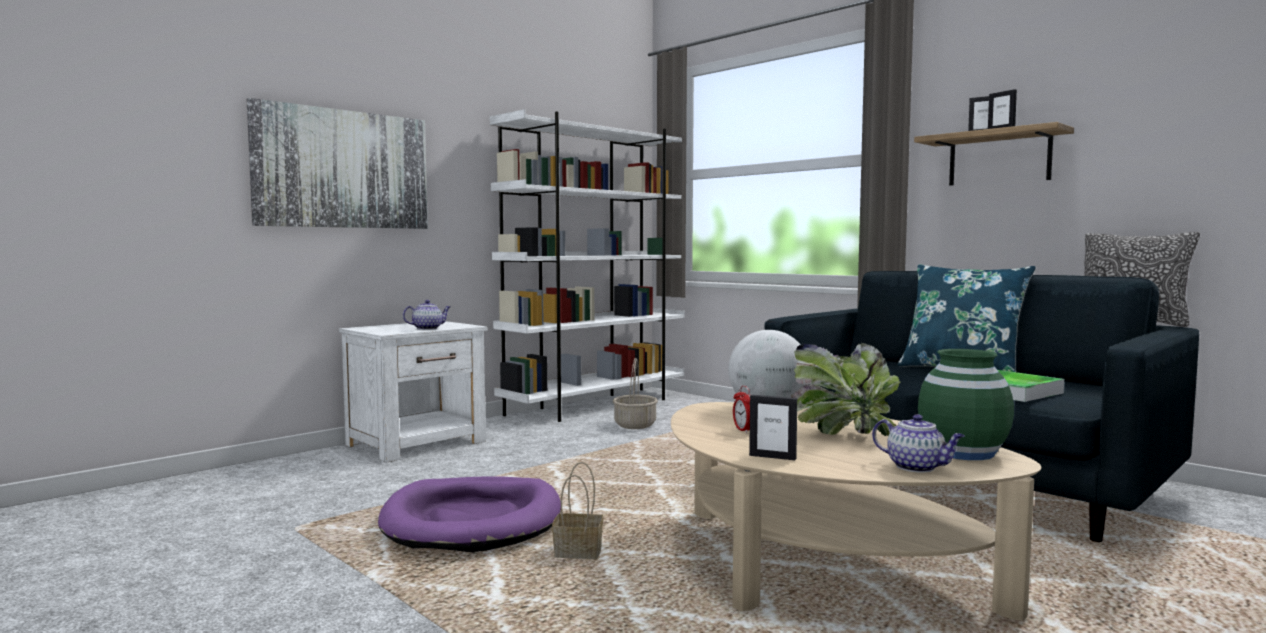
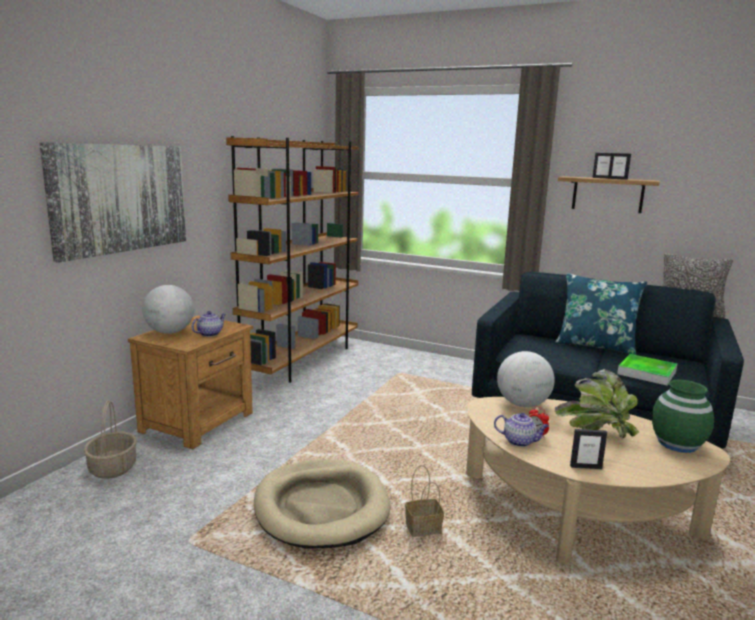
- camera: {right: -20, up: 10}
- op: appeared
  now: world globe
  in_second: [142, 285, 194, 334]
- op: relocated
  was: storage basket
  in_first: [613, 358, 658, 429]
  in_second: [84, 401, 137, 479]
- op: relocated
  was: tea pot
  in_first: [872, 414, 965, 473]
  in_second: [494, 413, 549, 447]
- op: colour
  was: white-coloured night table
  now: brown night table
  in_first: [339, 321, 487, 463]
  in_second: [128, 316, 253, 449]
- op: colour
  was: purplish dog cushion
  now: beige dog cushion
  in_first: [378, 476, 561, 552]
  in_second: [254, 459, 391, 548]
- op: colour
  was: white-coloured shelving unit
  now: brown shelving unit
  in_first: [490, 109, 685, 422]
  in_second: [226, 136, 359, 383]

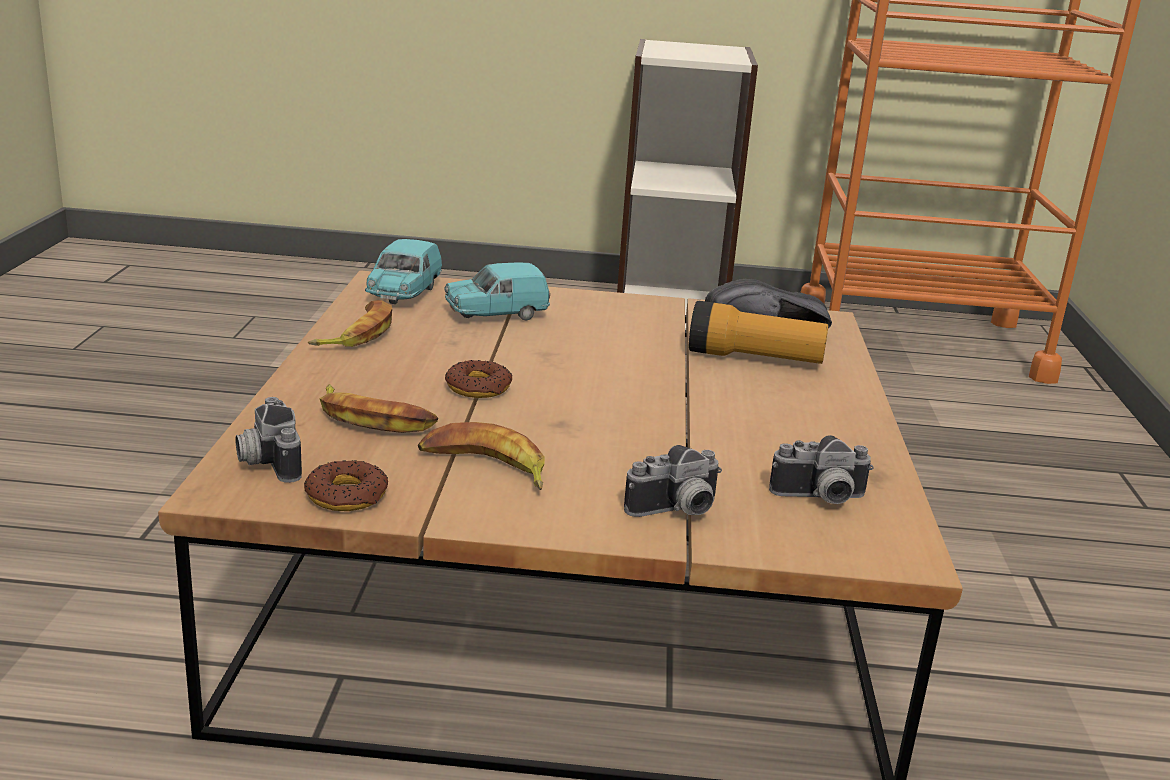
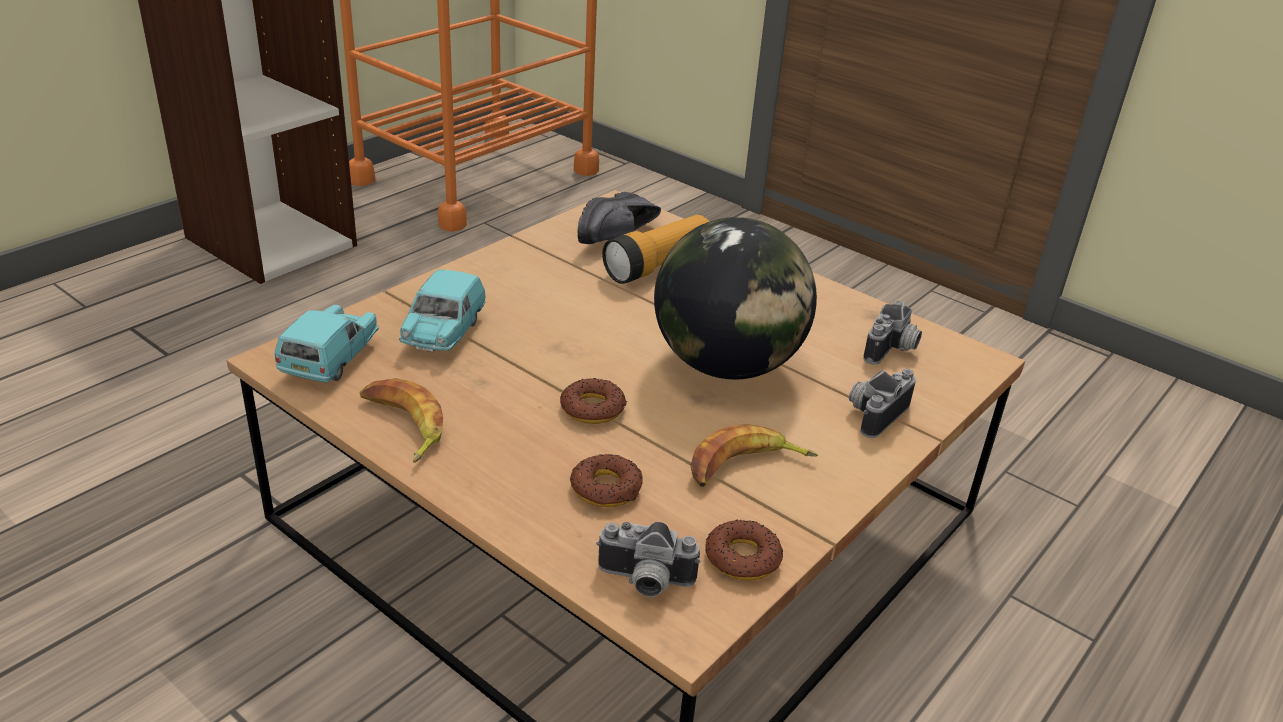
- camera: {right: -55, up: 10}
- op: appeared
  now: world globe
  in_second: [654, 217, 817, 379]
- op: exchanged
  was: banana
  now: ring doughnut
  in_first: [319, 384, 438, 433]
  in_second: [570, 454, 643, 507]
- op: spun
  was: turquoise-coloured miniature car
  in_first: [365, 239, 442, 304]
  in_second: [275, 305, 379, 383]
  clockwise: -120
- op: spun
  was: photo camera
  in_first: [624, 445, 722, 517]
  in_second: [849, 369, 916, 438]
  clockwise: -150

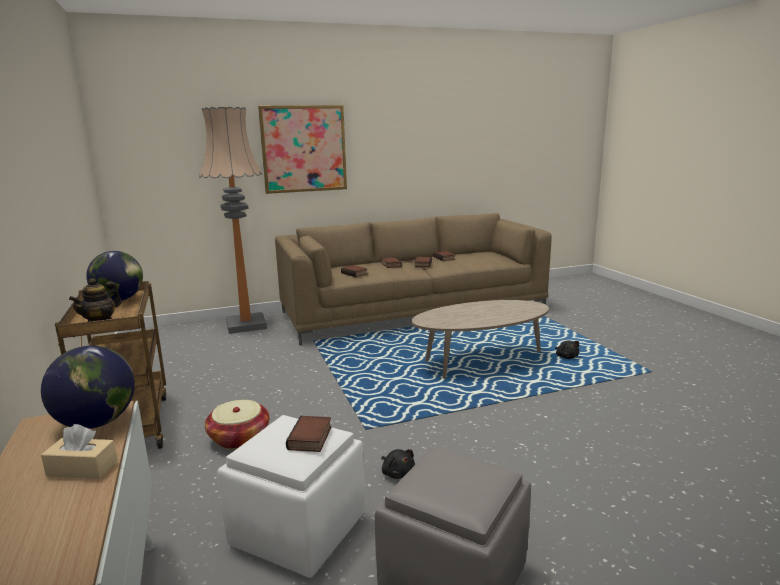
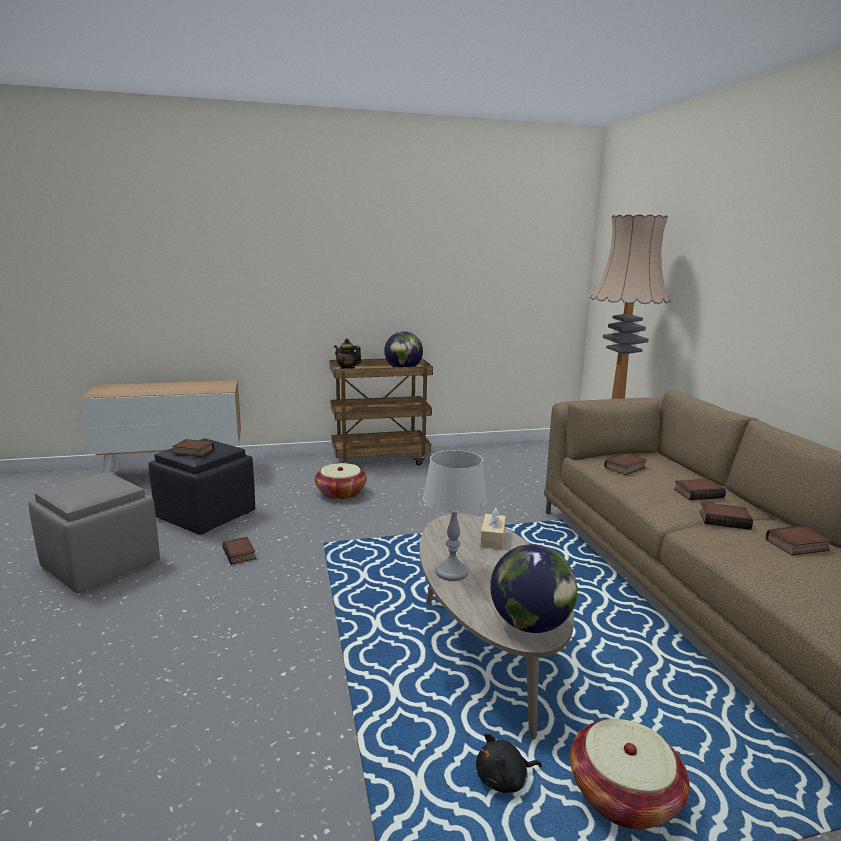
- camera: {right: 95, up: 0}
- op: missing
  was: wall art
  in_first: [258, 105, 347, 194]
- op: appeared
  now: gray tabletop lamp
  in_second: [423, 450, 487, 581]
- op: appeared
  now: storage basket
  in_second: [570, 719, 690, 830]
- op: relocated
  was: world globe
  in_first: [41, 346, 135, 429]
  in_second: [490, 544, 577, 633]
- op: relocated
  was: beige tissue holder
  in_first: [41, 424, 117, 479]
  in_second: [480, 508, 506, 549]
- op: exchanged
  was: black soft toy
  now: volume
  in_first: [381, 449, 415, 479]
  in_second: [222, 537, 256, 565]
- op: colour
  was: white-coloured footrest
  now: black footrest
  in_first: [217, 415, 365, 578]
  in_second: [148, 438, 255, 535]

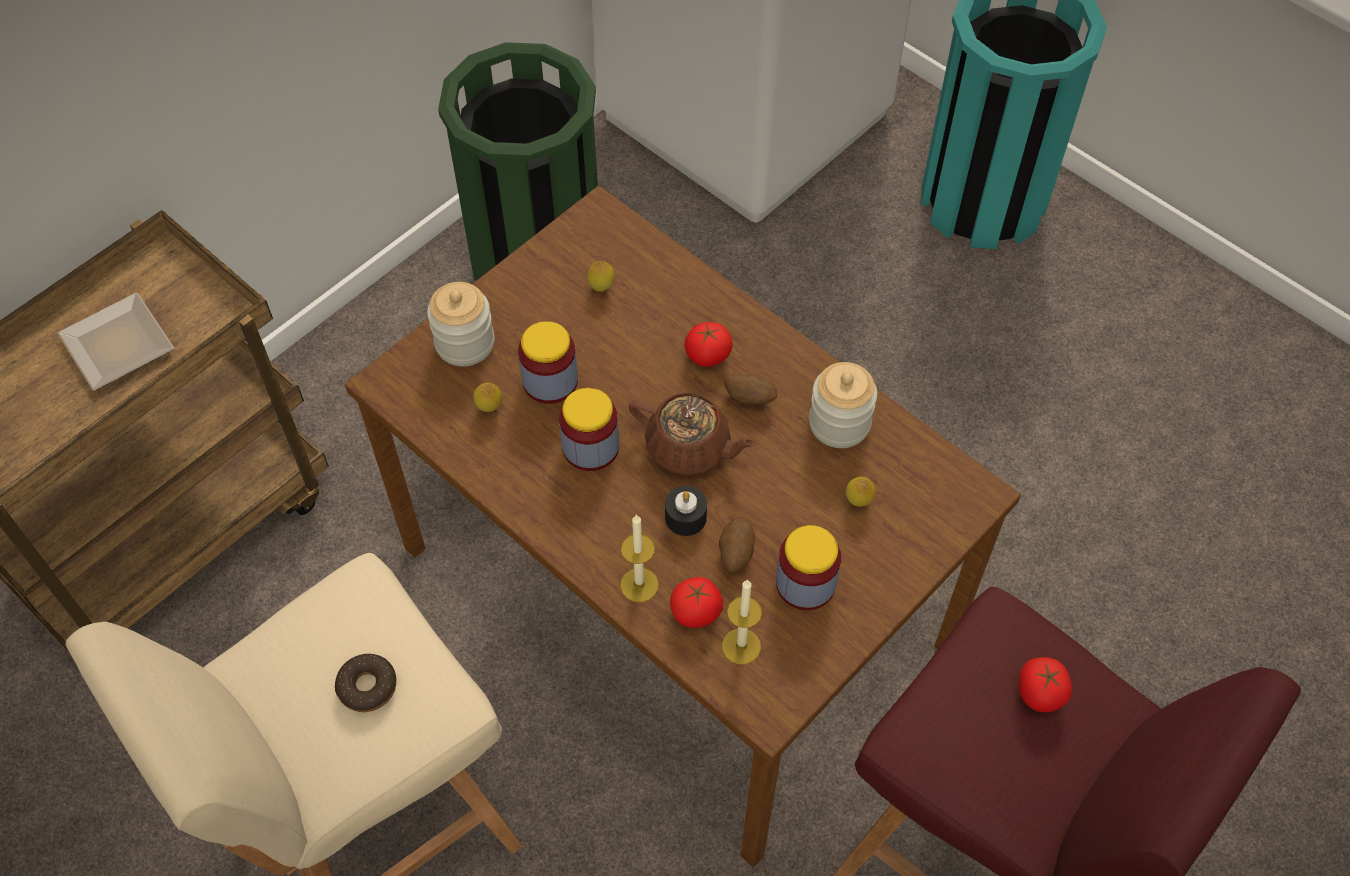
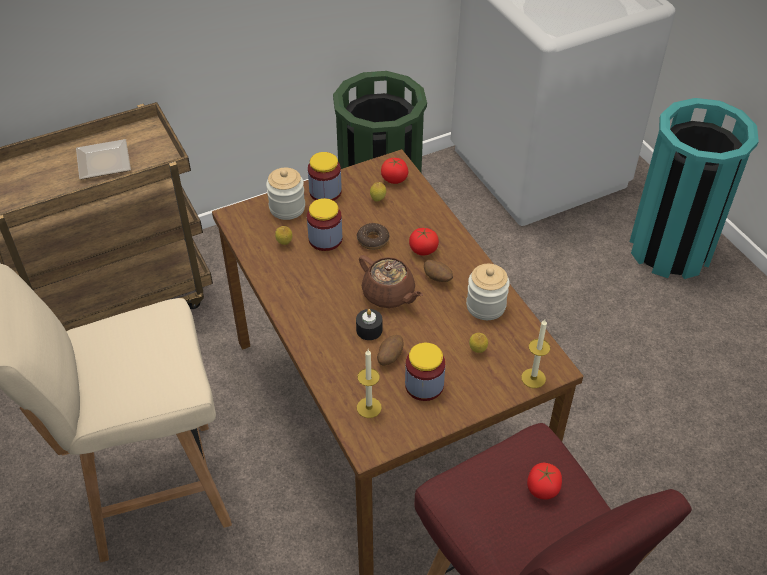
- camera: {right: 20, up: -10}
- op: relocated
  was: ring doughnut
  in_first: [335, 654, 397, 712]
  in_second: [357, 223, 389, 250]
- op: relocated
  was: jar
  in_first: [559, 388, 619, 471]
  in_second: [308, 152, 342, 201]
- op: relocated
  was: candle
  in_first: [620, 515, 659, 602]
  in_second: [521, 319, 550, 388]
- op: relocated
  was: whole tomato
  in_first: [670, 577, 723, 628]
  in_second: [381, 158, 408, 184]

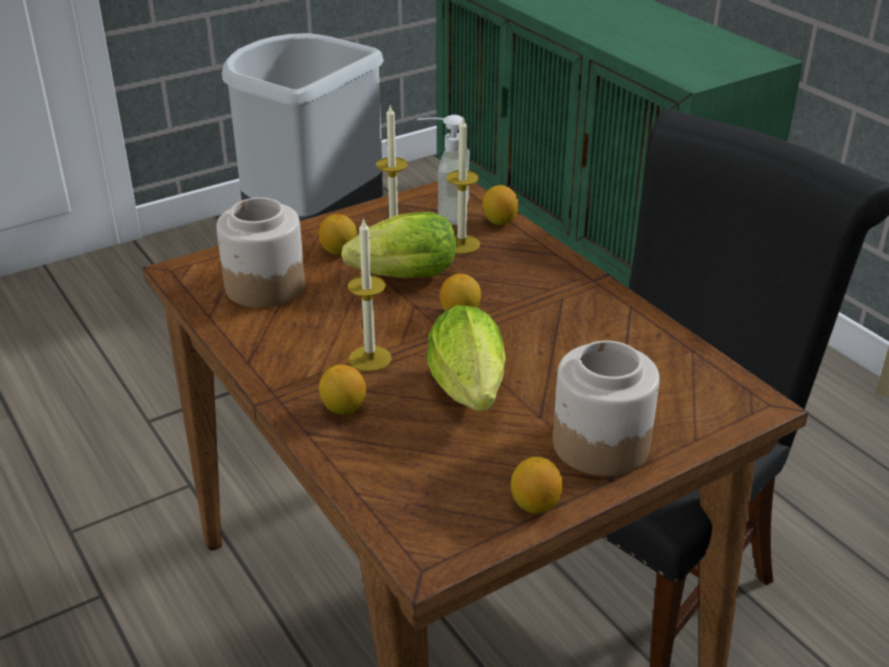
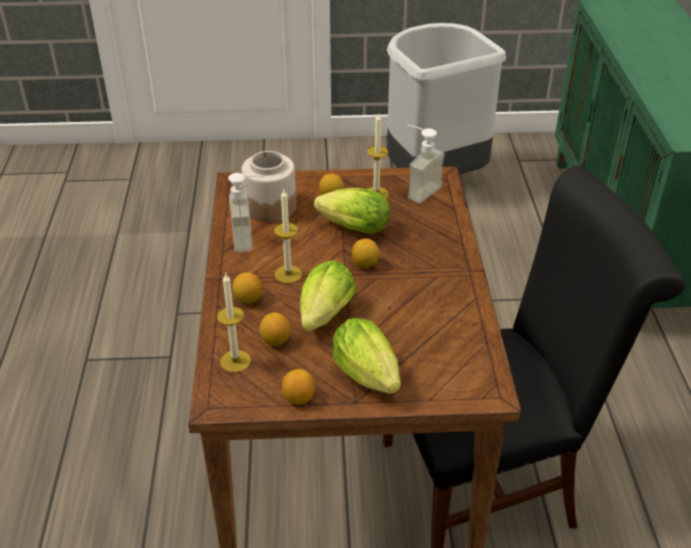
- camera: {right: 30, up: 5}
- op: appeared
  now: soap bottle
  in_second: [228, 173, 265, 252]
- op: relocated
  was: candle
  in_first: [447, 118, 480, 254]
  in_second: [217, 272, 251, 373]
- op: relocated
  was: citrus fruit
  in_first: [482, 185, 518, 225]
  in_second: [260, 313, 290, 346]
- op: exchanged
  was: jar
  now: lettuce
  in_first: [553, 341, 660, 476]
  in_second: [332, 318, 401, 394]

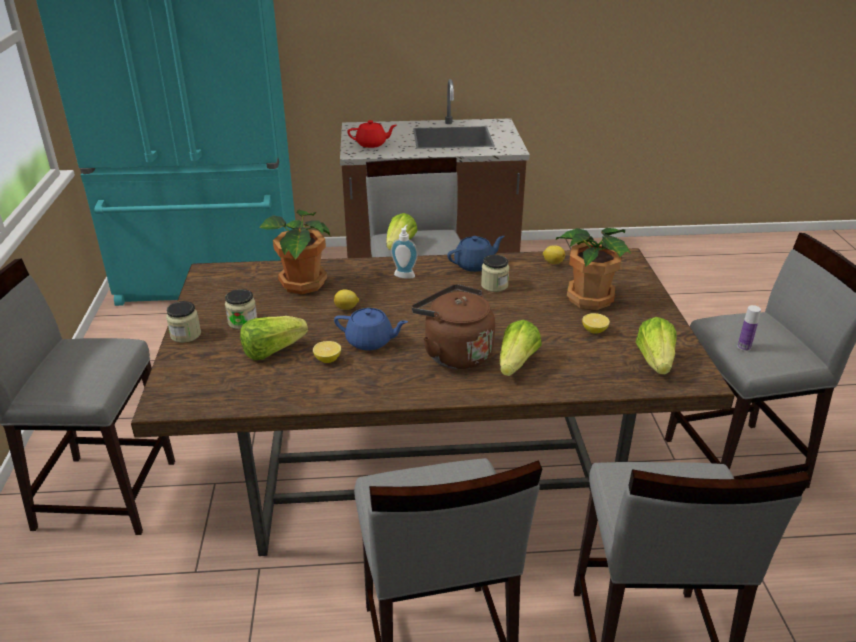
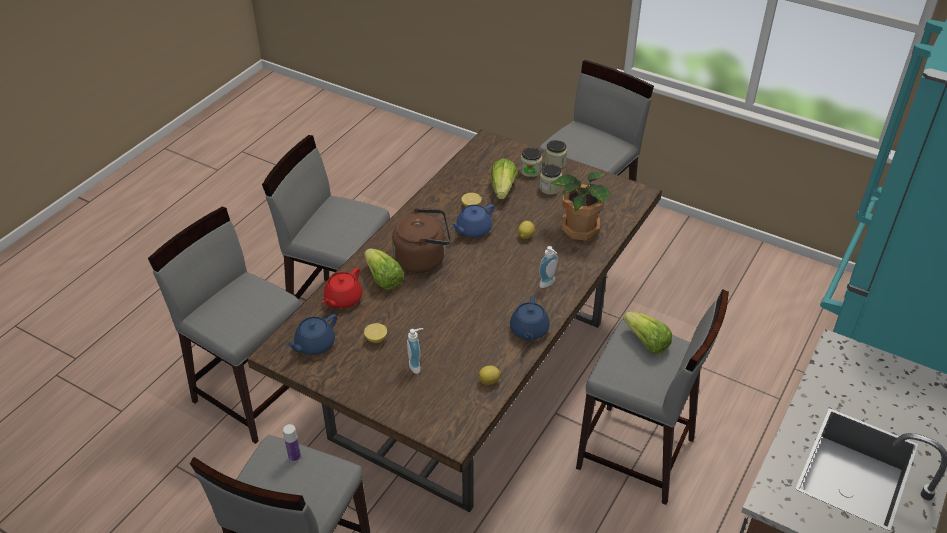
- camera: {right: 125, up: 10}
- op: relocated
  was: red-coloured tea pot
  in_first: [347, 120, 397, 148]
  in_second: [322, 268, 363, 308]
- op: relocated
  was: jar
  in_first: [481, 255, 509, 292]
  in_second: [520, 147, 542, 177]
- op: exchanged
  was: potted plant
  now: soap bottle
  in_first: [556, 228, 632, 310]
  in_second: [407, 328, 423, 374]
- op: exchanged
  was: lettuce
  now: blue-coloured tea pot
  in_first: [635, 317, 677, 374]
  in_second: [286, 314, 337, 355]

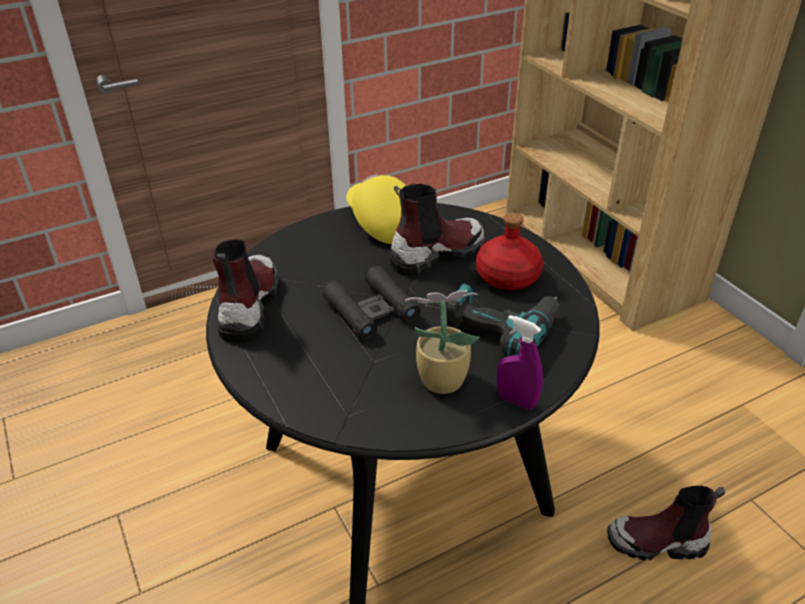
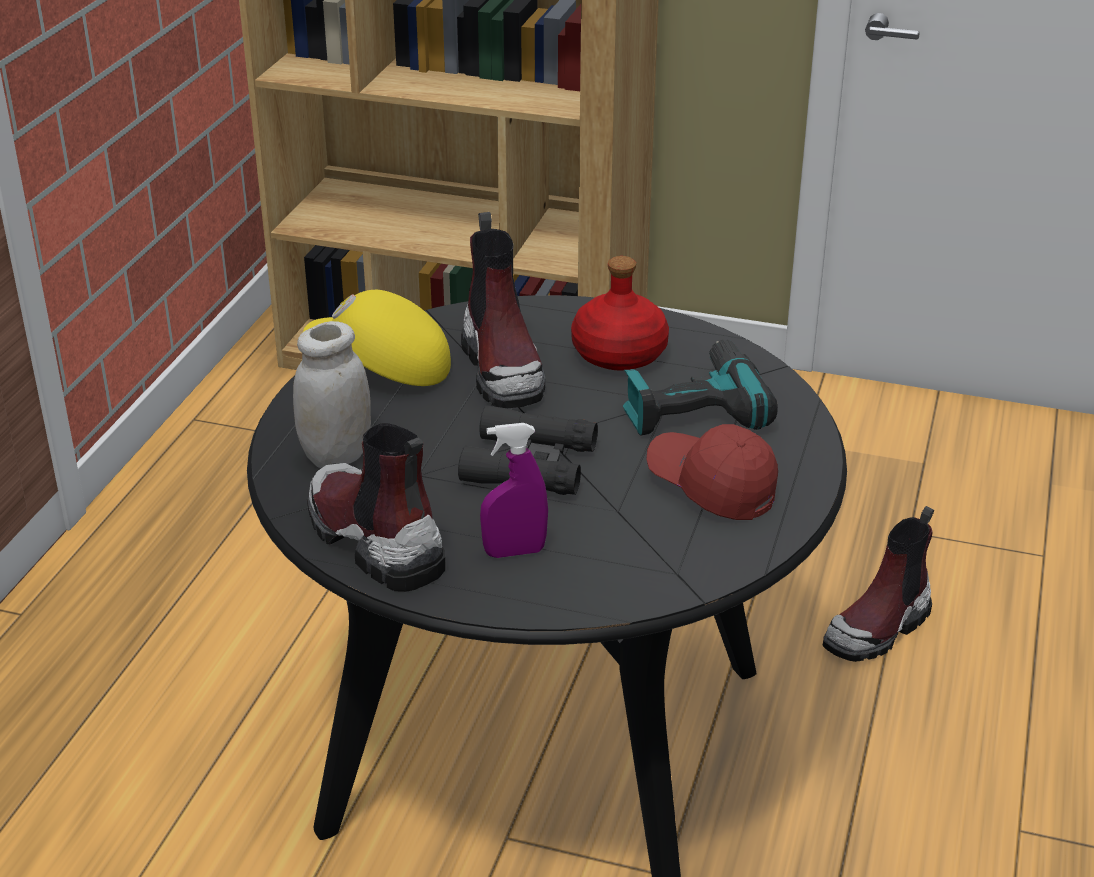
- camera: {right: -45, up: -5}
- op: appeared
  now: white-coloured jar
  in_second: [293, 321, 371, 468]
- op: relocated
  was: purplish sprayer
  in_first: [497, 315, 543, 410]
  in_second: [480, 423, 548, 558]
- op: exchanged
  was: potted plant
  now: red-coloured peaked cap
  in_first: [405, 290, 480, 394]
  in_second: [647, 424, 778, 520]
- op: spun
  was: boot
  in_first: [389, 184, 486, 276]
  in_second: [461, 212, 545, 408]
  clockwise: 150

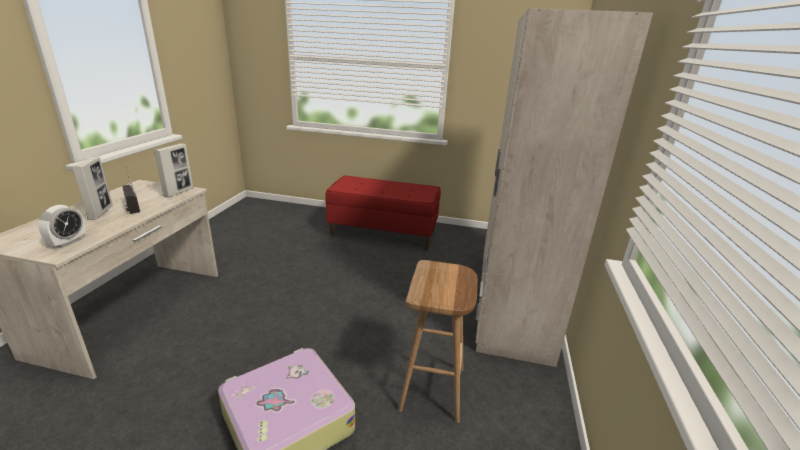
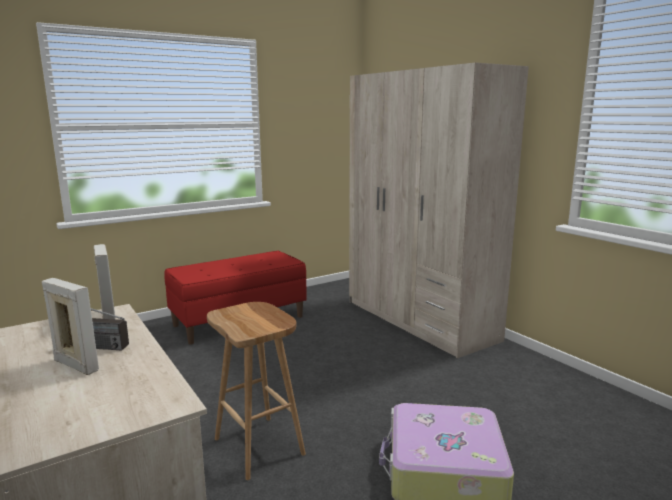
- camera: {right: -45, up: -10}
- op: missing
  was: alarm clock
  in_first: [38, 205, 86, 248]
- op: relocated
  was: brown stool seat
  in_first: [398, 260, 478, 423]
  in_second: [207, 302, 306, 480]

